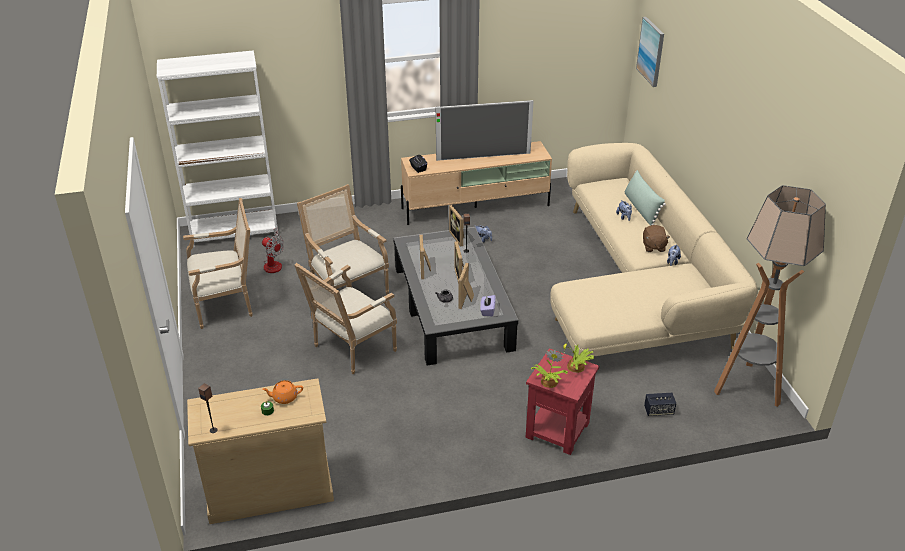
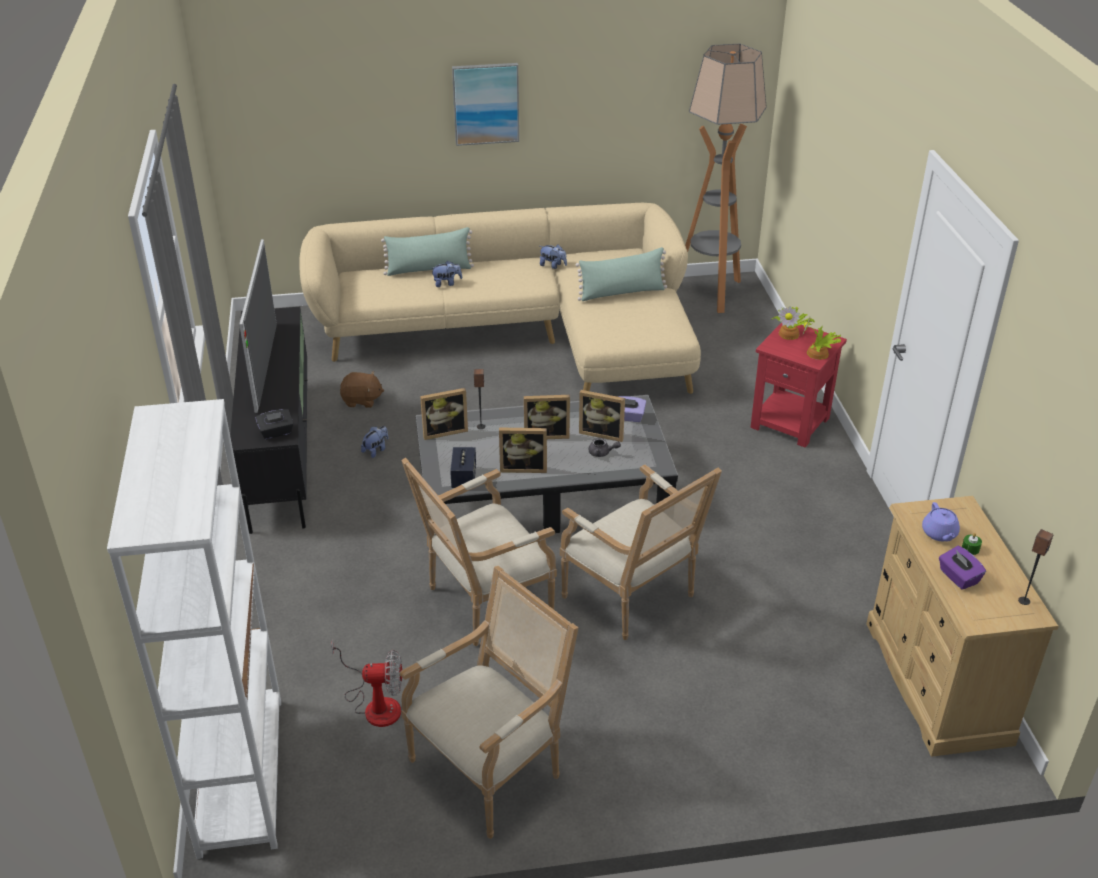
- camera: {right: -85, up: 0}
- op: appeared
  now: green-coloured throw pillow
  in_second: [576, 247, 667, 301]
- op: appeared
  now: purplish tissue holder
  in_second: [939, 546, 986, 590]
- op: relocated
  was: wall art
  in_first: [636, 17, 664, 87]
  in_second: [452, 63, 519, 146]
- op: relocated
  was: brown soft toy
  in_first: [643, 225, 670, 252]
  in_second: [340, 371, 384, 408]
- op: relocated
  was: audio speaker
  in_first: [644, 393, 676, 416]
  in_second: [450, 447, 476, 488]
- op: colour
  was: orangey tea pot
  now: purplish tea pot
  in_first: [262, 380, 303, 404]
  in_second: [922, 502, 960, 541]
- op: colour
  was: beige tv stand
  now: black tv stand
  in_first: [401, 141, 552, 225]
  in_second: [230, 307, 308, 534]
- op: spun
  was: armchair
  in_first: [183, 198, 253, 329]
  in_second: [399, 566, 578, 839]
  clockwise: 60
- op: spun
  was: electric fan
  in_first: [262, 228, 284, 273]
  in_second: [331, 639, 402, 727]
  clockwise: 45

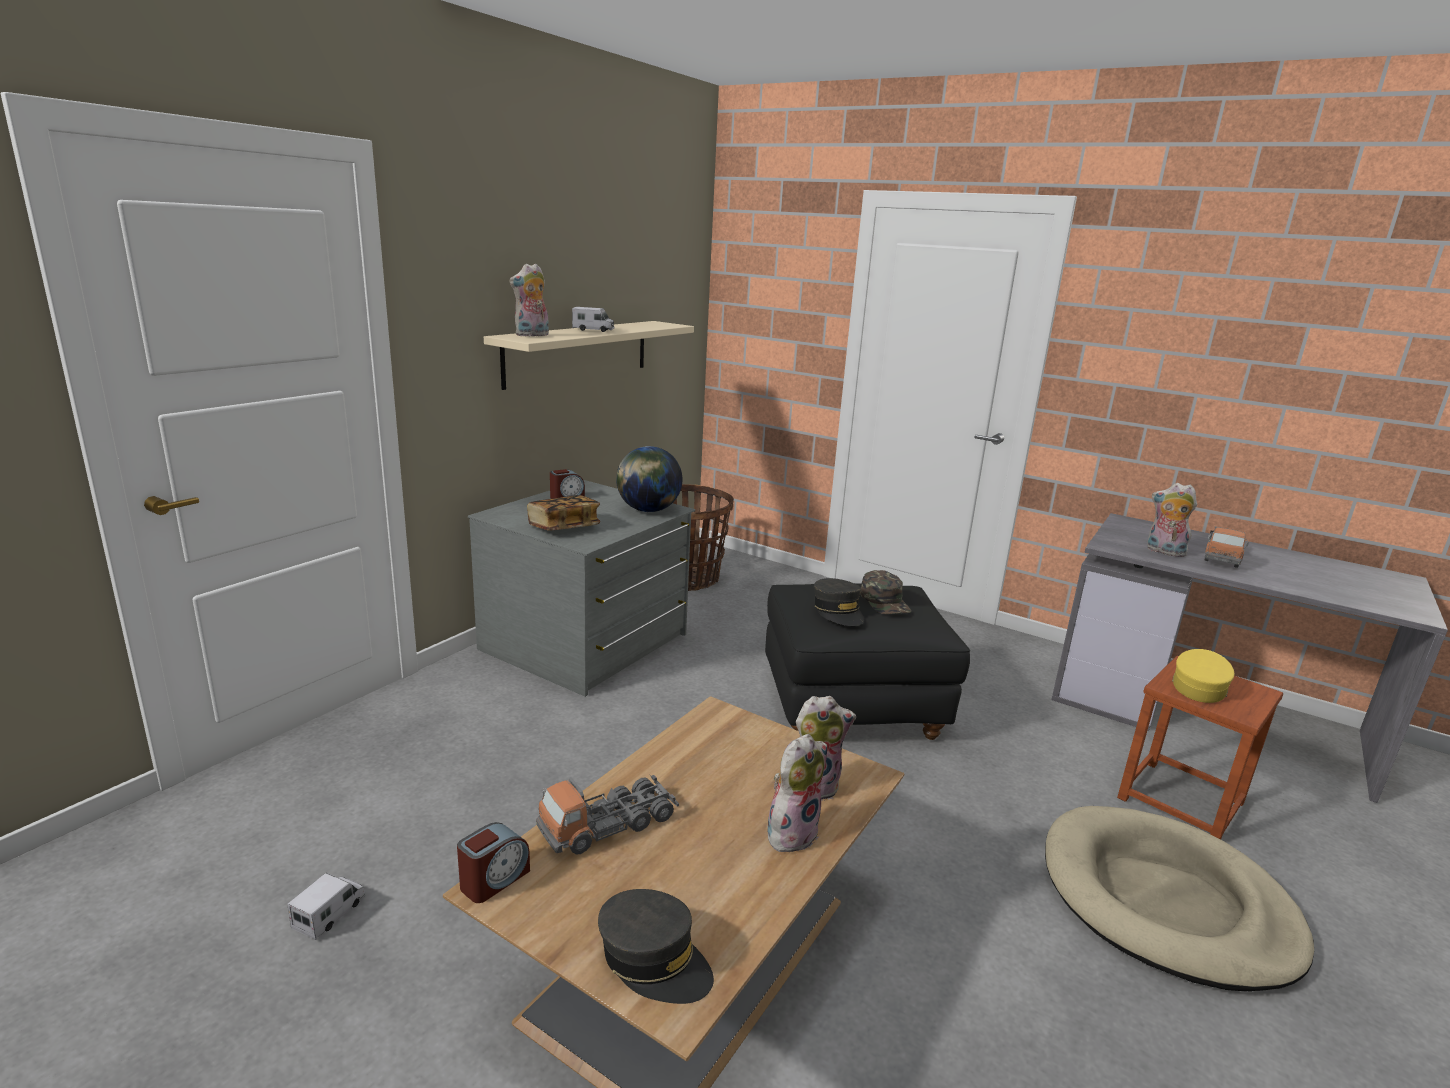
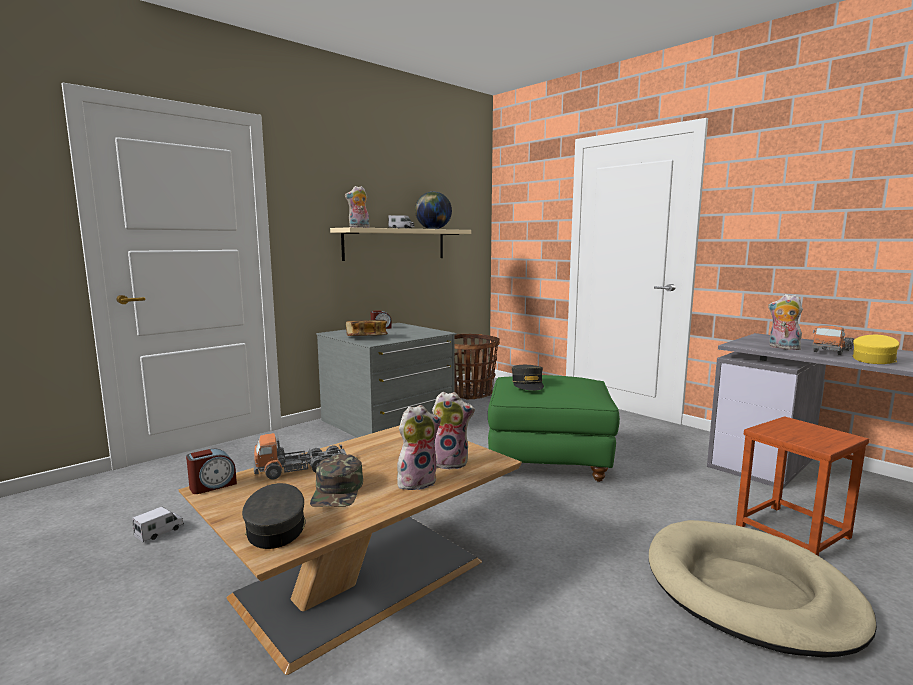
- camera: {right: 15, up: -10}
- op: relocated
  was: world globe
  in_first: [616, 446, 682, 512]
  in_second: [415, 192, 452, 229]
- op: relocated
  was: green-coloured peaked cap
  in_first: [860, 570, 911, 614]
  in_second: [310, 454, 363, 507]
- op: relocated
  was: yellow peaked cap
  in_first: [1172, 649, 1234, 703]
  in_second: [852, 335, 900, 364]
- op: colour
  was: black footrest
  now: green-coloured footrest
  in_first: [765, 583, 970, 740]
  in_second: [488, 375, 620, 482]
- op: spun
  was: gray peaked cap
  in_first: [598, 889, 714, 1004]
  in_second: [242, 483, 306, 549]
  clockwise: -150

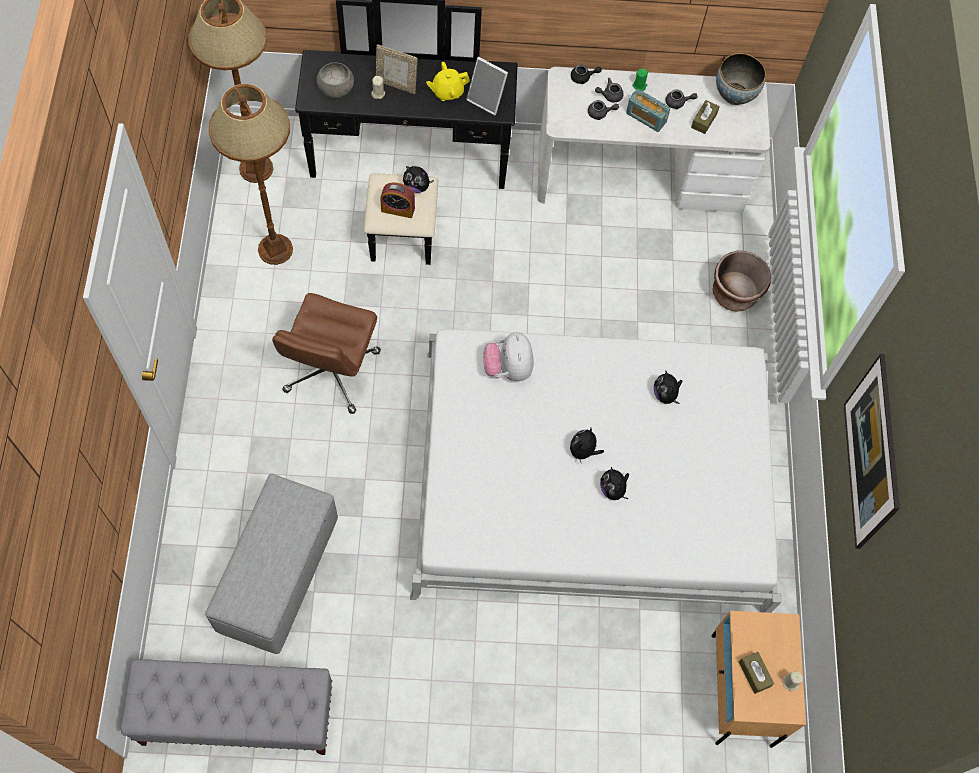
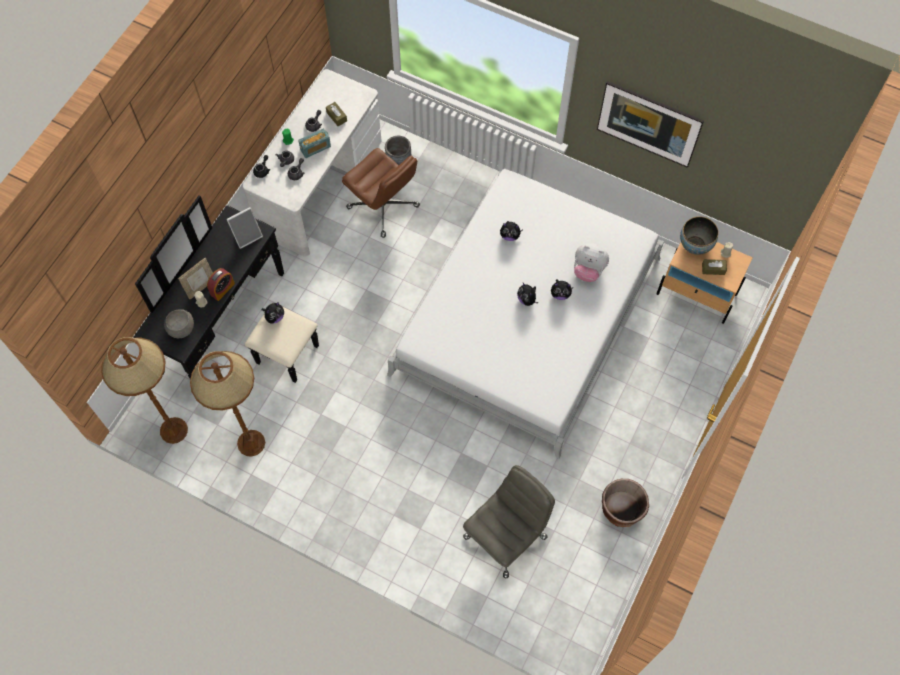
- camera: {right: -60, up: 0}
- op: missing
  was: gray bench
  in_first: [121, 659, 332, 755]
- op: missing
  was: yellow tea pot
  in_first: [426, 62, 470, 101]
- op: appeared
  now: gray planter
  in_second: [385, 136, 412, 165]
- op: relocated
  was: brown desk chair
  in_first: [272, 293, 381, 414]
  in_second: [342, 148, 420, 238]
- op: relocated
  was: alarm clock
  in_first: [380, 183, 415, 218]
  in_second: [207, 268, 235, 301]
- op: relocated
  was: soft toy
  in_first: [483, 332, 534, 381]
  in_second: [574, 243, 609, 282]
- op: relocated
  was: brown planter
  in_first: [713, 251, 771, 312]
  in_second: [602, 479, 649, 527]
- op: relocated
  was: bowl
  in_first: [716, 53, 766, 105]
  in_second: [680, 217, 718, 255]
- op: exchanged
  was: gray footrest
  now: gray desk chair
  in_first: [205, 474, 338, 654]
  in_second: [463, 465, 555, 578]

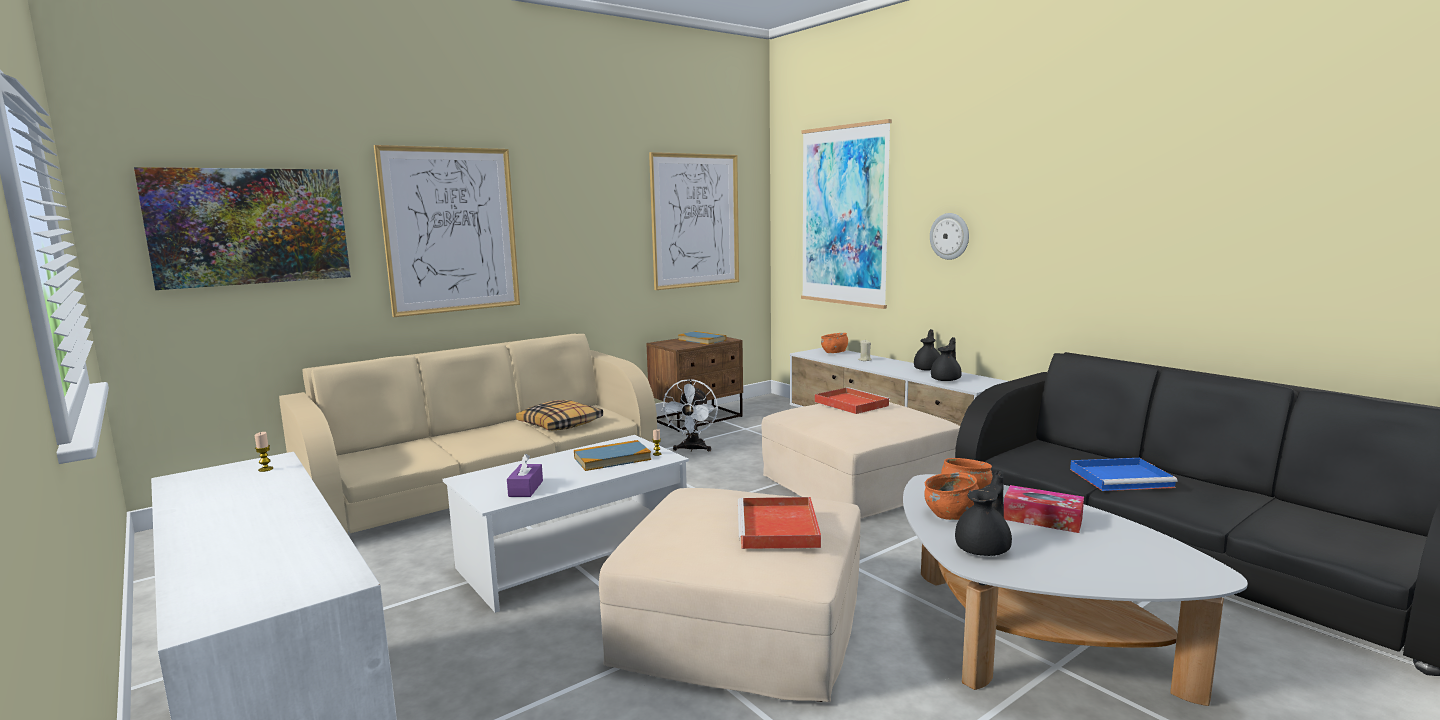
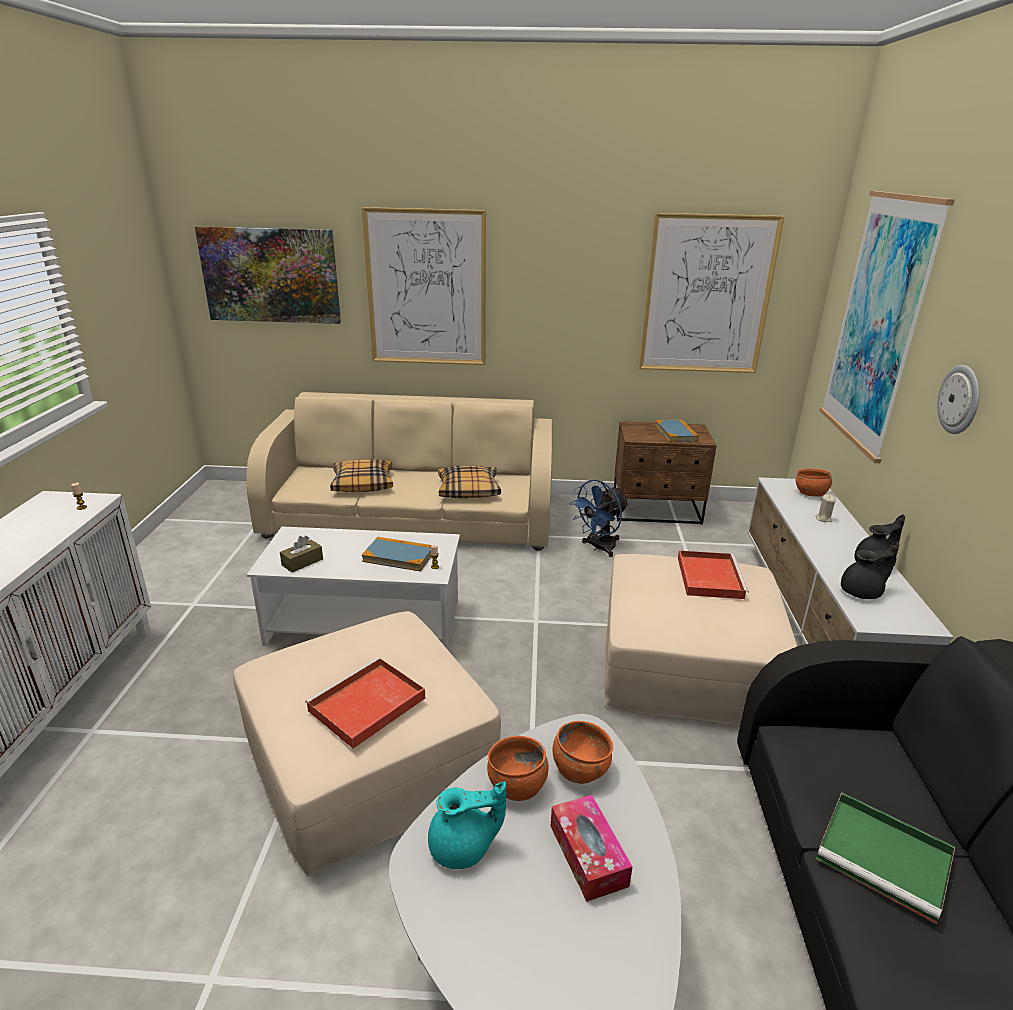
- camera: {right: 40, up: 15}
- op: appeared
  now: throw pillow
  in_second: [330, 459, 393, 492]
- op: colour
  was: purplish tissue holder
  now: brown tissue holder
  in_first: [507, 454, 543, 497]
  in_second: [280, 536, 323, 572]
- op: colour
  was: white-coloured electric fan
  now: blue-coloured electric fan
  in_first: [661, 379, 718, 452]
  in_second: [570, 480, 629, 557]
- op: colour
  was: black tea pot
  now: turquoise-coloured tea pot
  in_first: [955, 469, 1012, 556]
  in_second: [428, 781, 506, 869]
- op: colour
  was: blue-coloured serving tray
  now: green-coloured serving tray
  in_first: [1070, 458, 1177, 491]
  in_second: [816, 793, 955, 924]

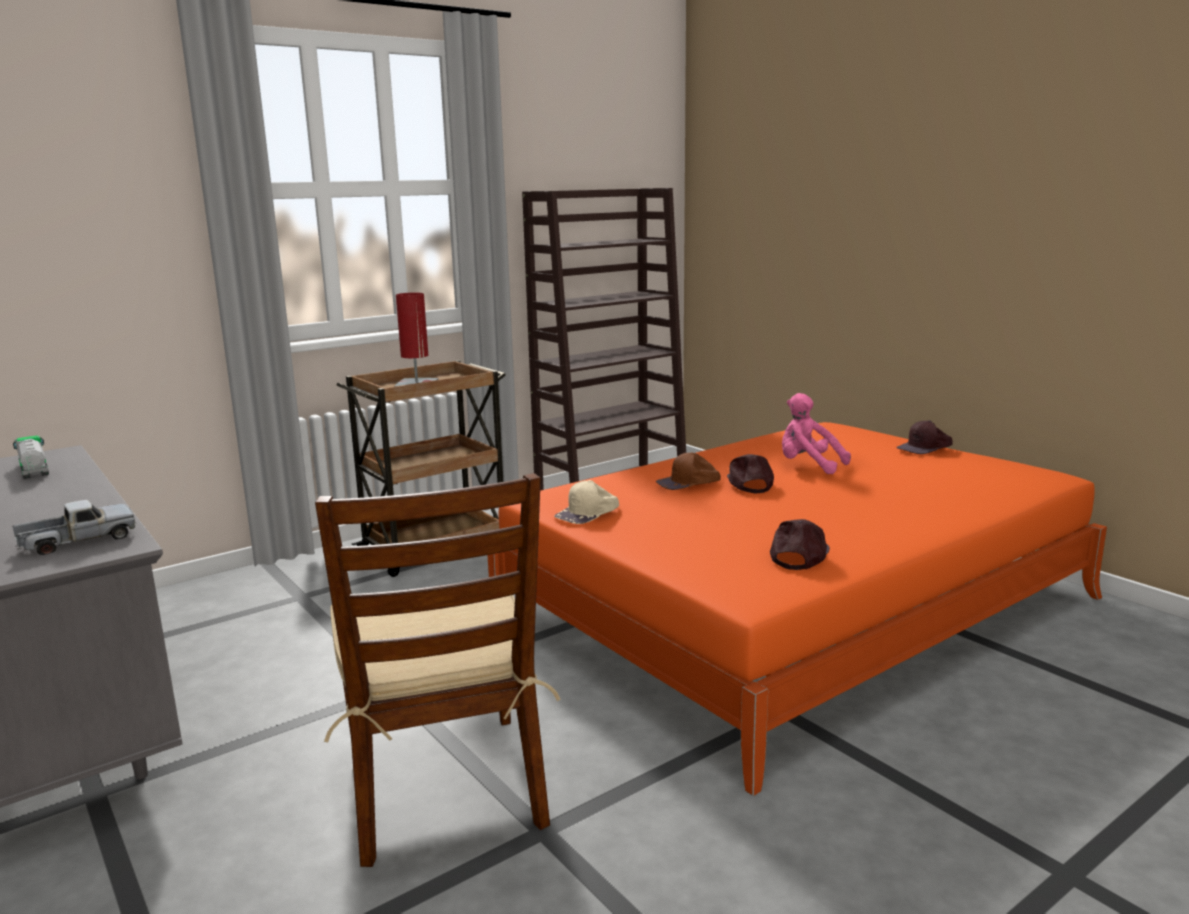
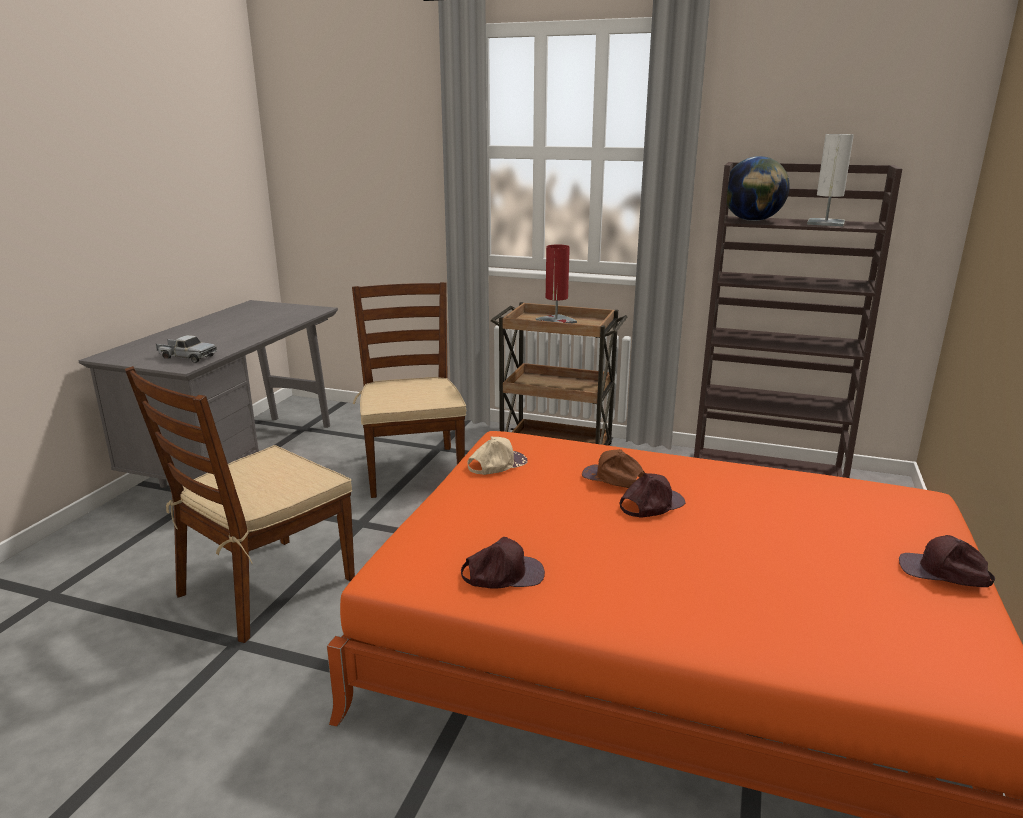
- camera: {right: 55, up: 5}
- op: missing
  was: toy lorry
  in_first: [13, 436, 49, 479]
- op: missing
  was: pink soft toy
  in_first: [782, 393, 851, 474]
- op: appeared
  now: brown chair
  in_second: [352, 282, 466, 498]
- op: appeared
  now: world globe
  in_second: [727, 156, 790, 221]
- op: appeared
  now: white-coloured tabletop lamp
  in_second: [807, 134, 854, 227]
- op: spun
  was: beige peaked cap
  in_first: [554, 480, 619, 524]
  in_second: [467, 436, 528, 475]
  clockwise: 135

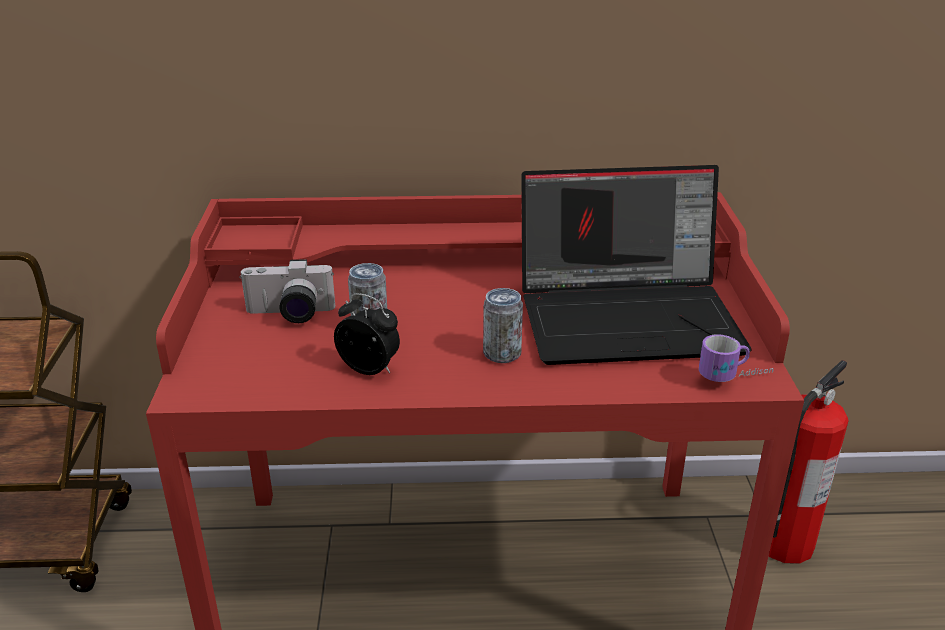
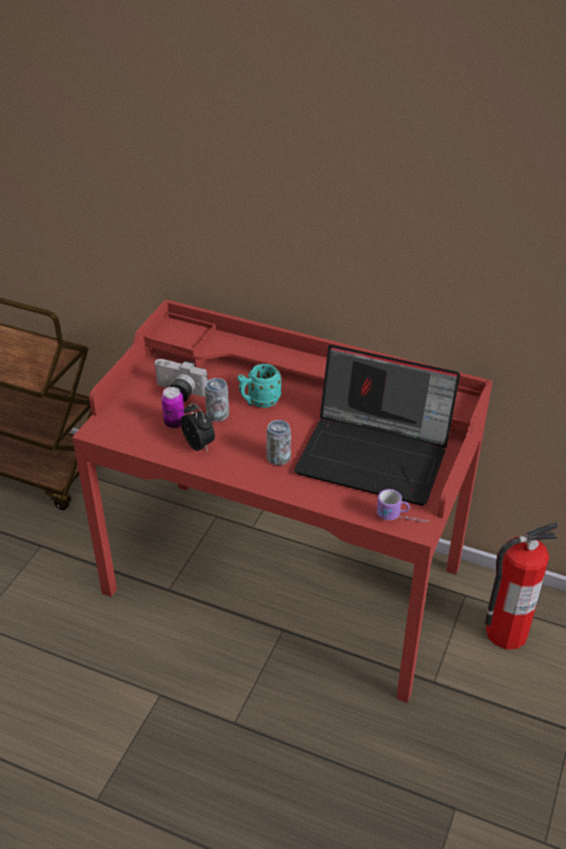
- camera: {right: 25, up: 10}
- op: appeared
  now: sealed can
  in_second: [161, 387, 184, 428]
- op: appeared
  now: turquoise-coloured mug
  in_second: [237, 364, 282, 408]

